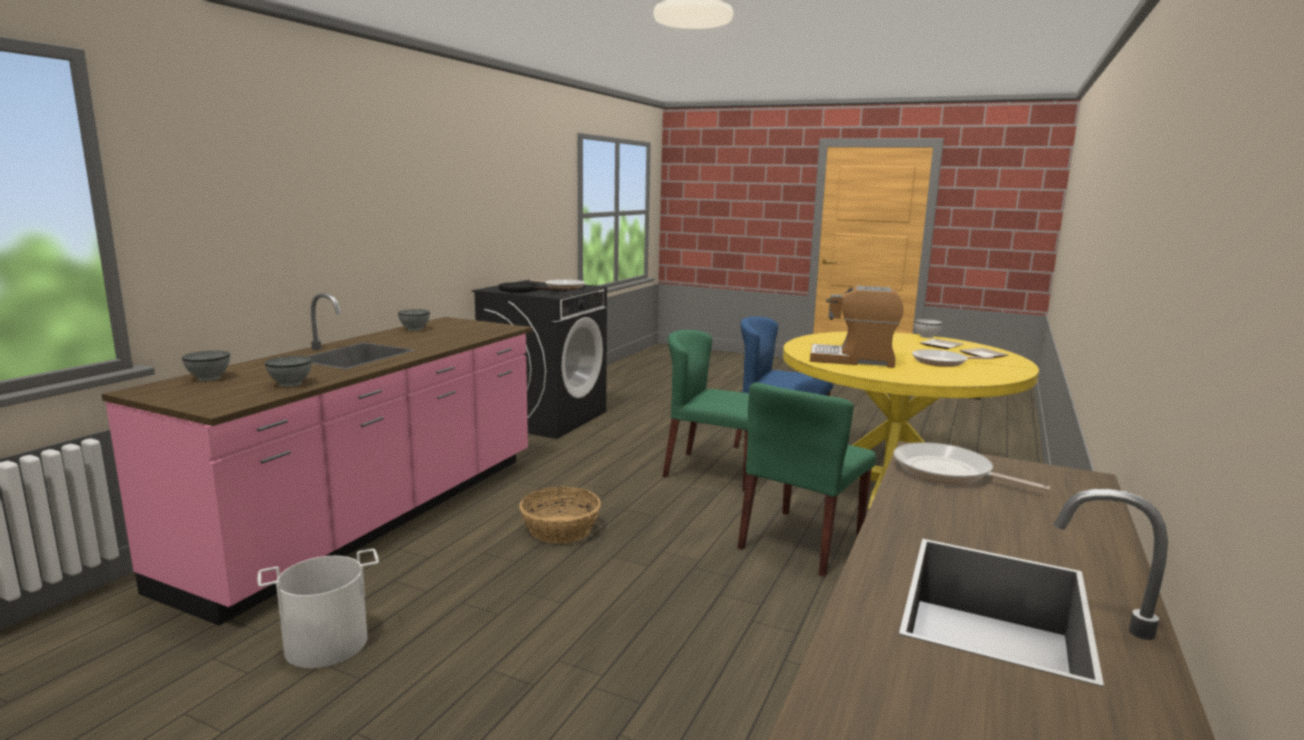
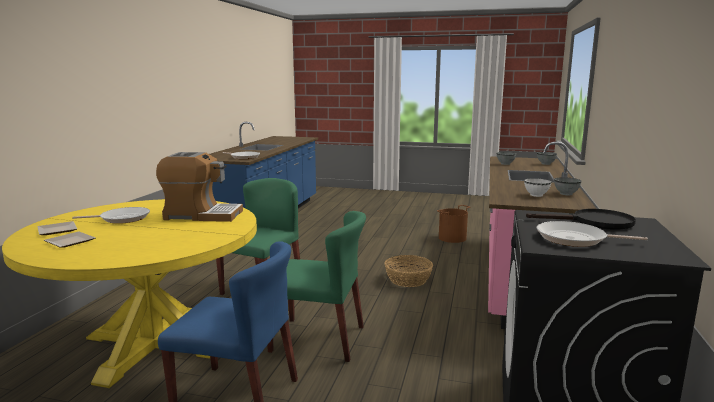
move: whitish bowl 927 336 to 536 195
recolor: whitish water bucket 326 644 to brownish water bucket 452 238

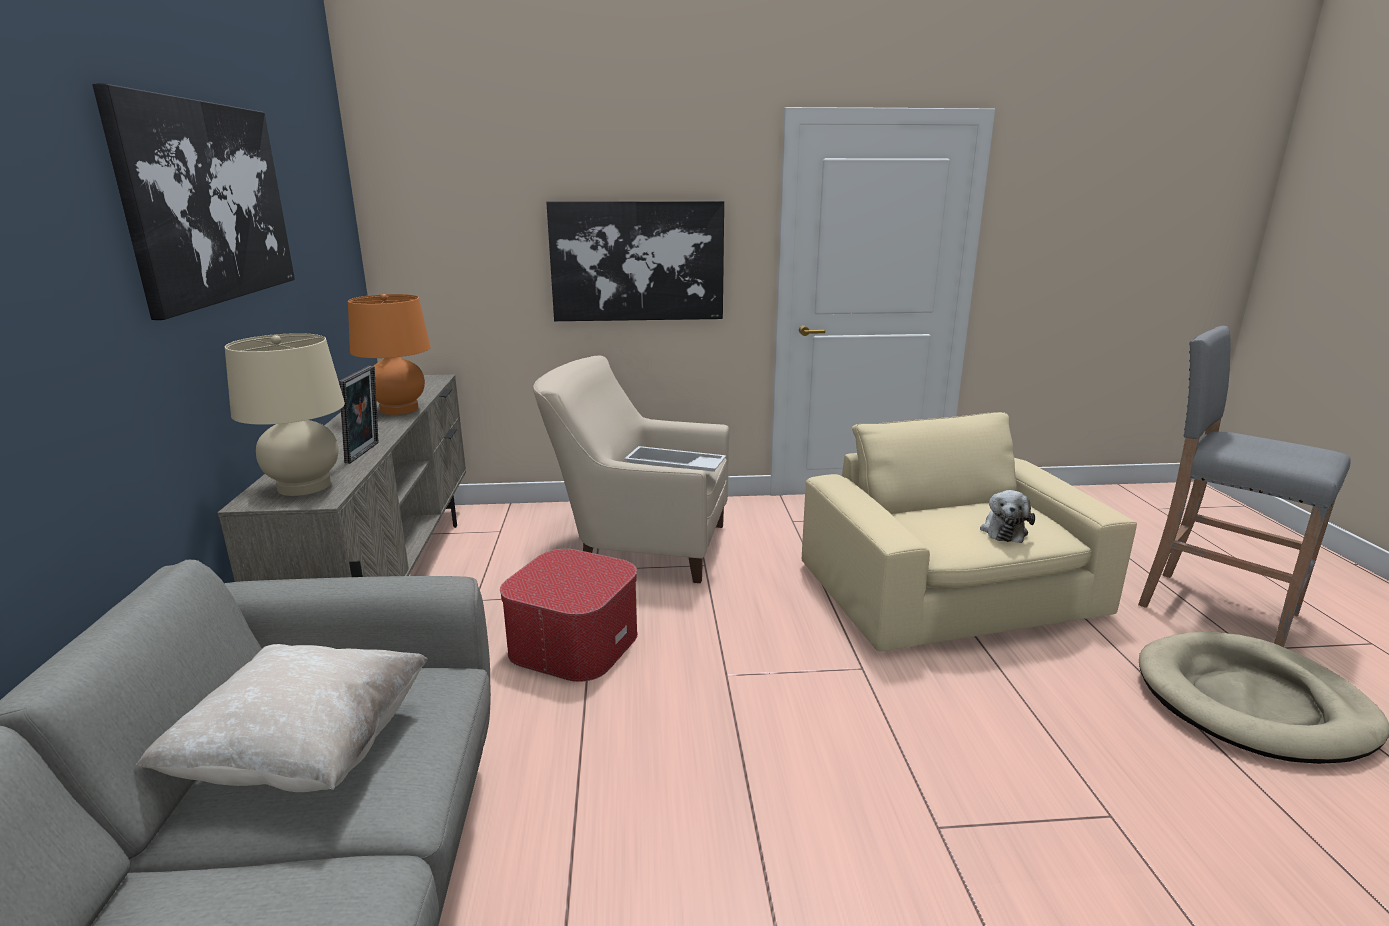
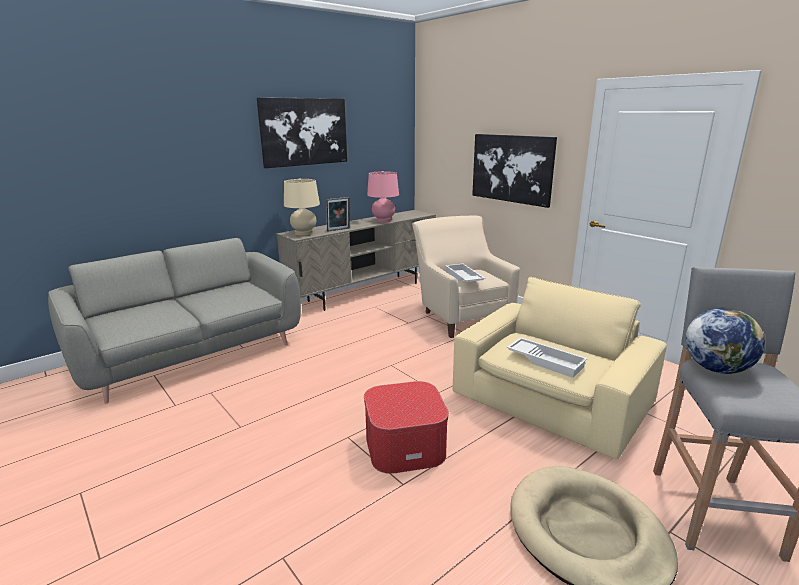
delete: beige throw pillow 306 753
insert: world globe 716 369
move: pouffe 574 642 to 405 445
replace: soft toy 1003 530 to whitish carrying tray 546 361
recolor: orangey table lamp 399 409 to pinkish table lamp 383 221

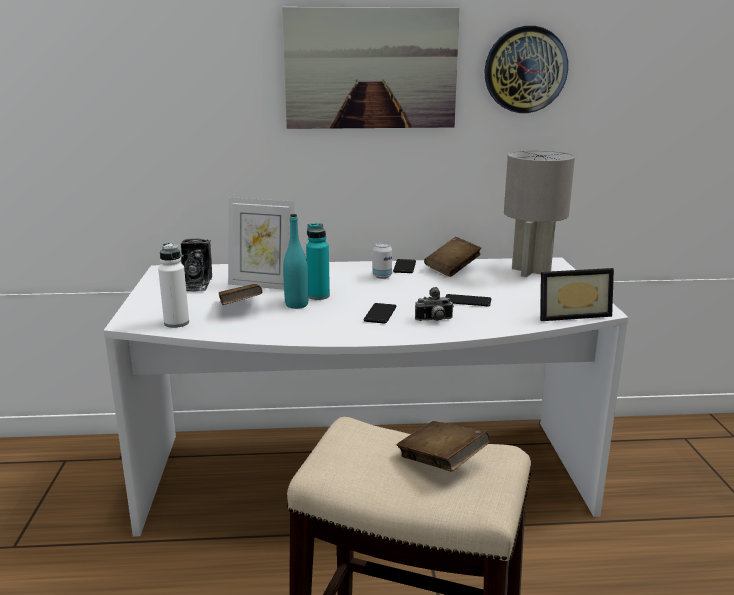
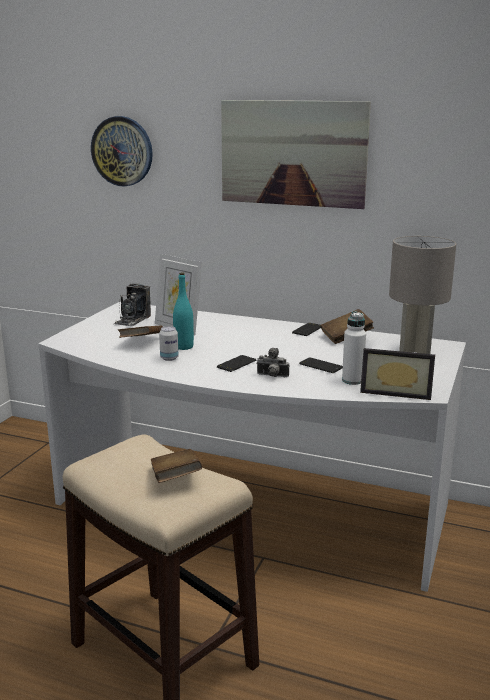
delete: turquoise bottle 318 296
move: whitish bottle 176 323 to 352 380; metal can 382 276 to 169 358; wall clock 525 70 to 122 151

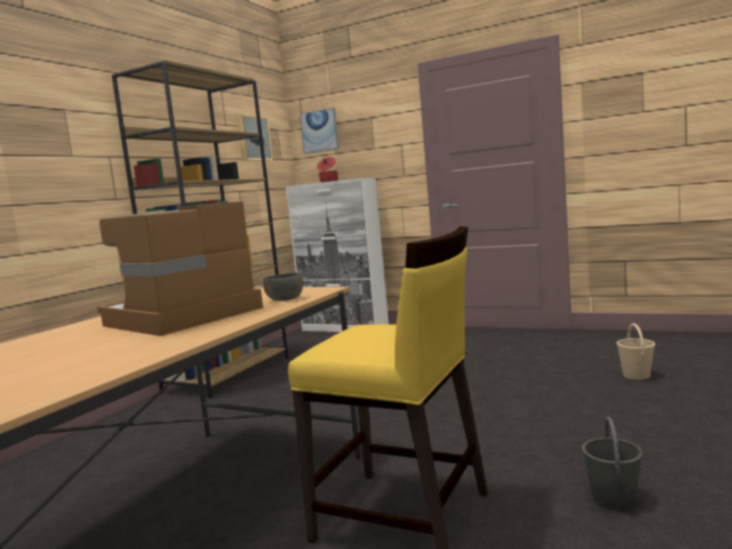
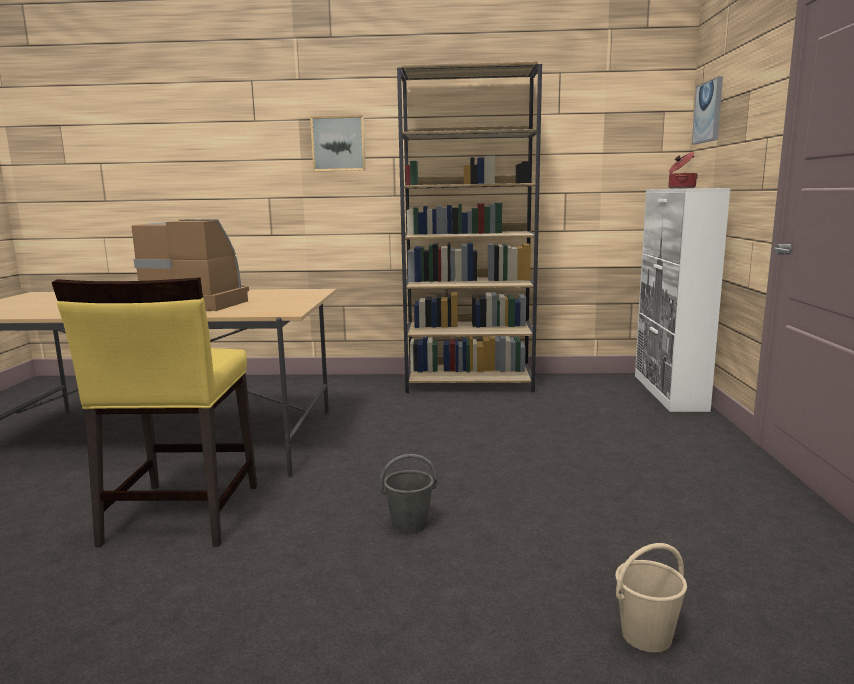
delete: grey bowl 284 299
move: picture 253 138 to 338 144; grey water bucket 613 499 to 410 524

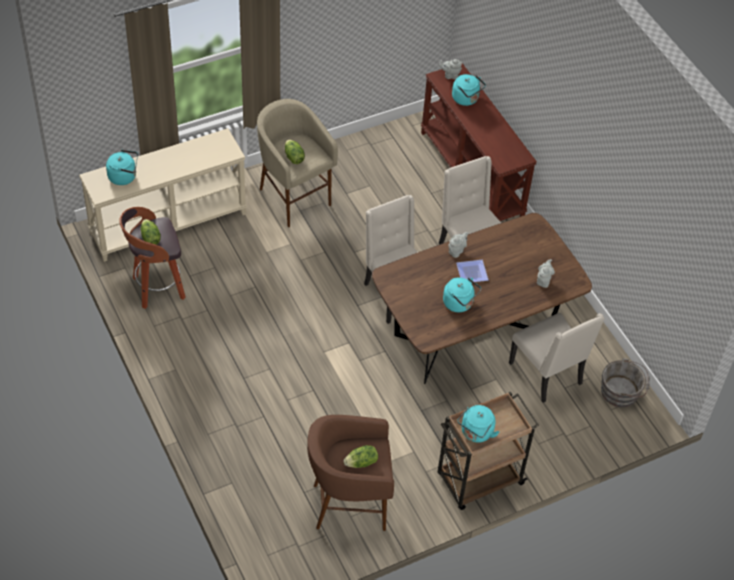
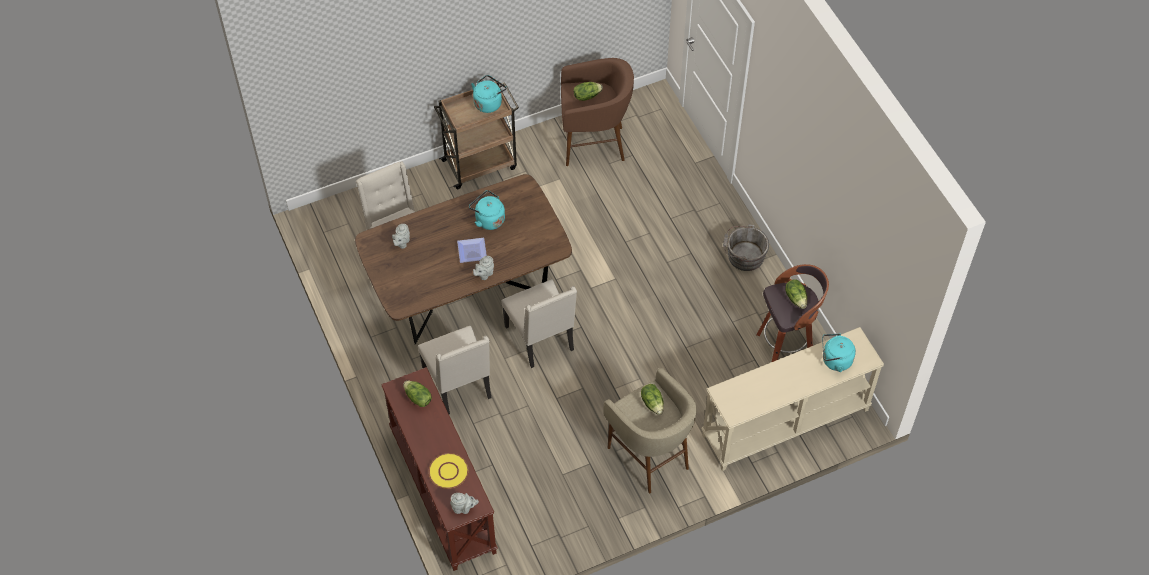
insert: lettuce head 417 398
move: grey water bucket 622 392 to 743 256
replace: turquoise tea kettle 466 99 to yellow plate 448 471

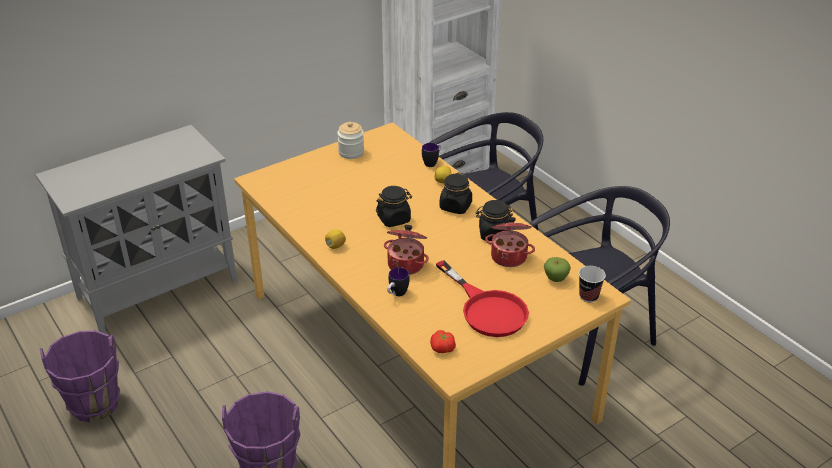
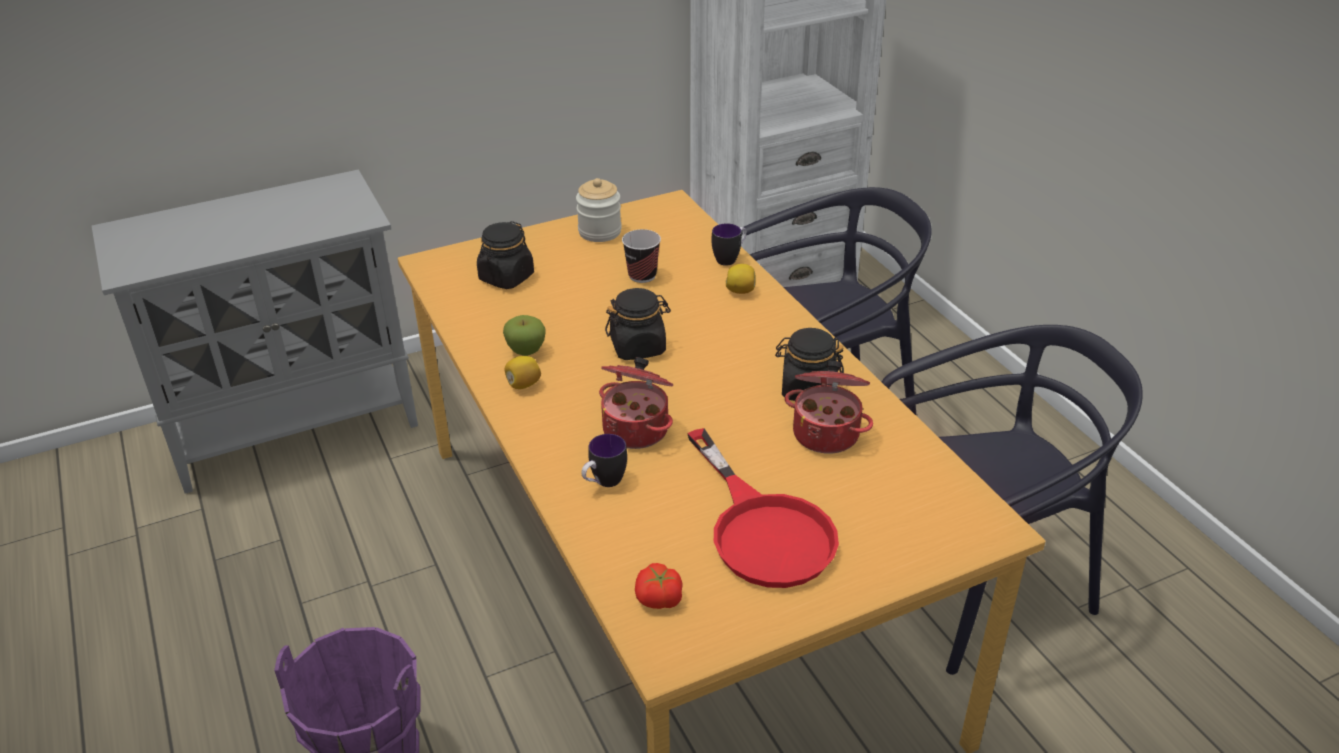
delete: purplish water bucket 94 404
move: blackish jar 455 206 to 506 277; apple fruit 555 278 to 526 351; drinking cup 588 296 to 642 275

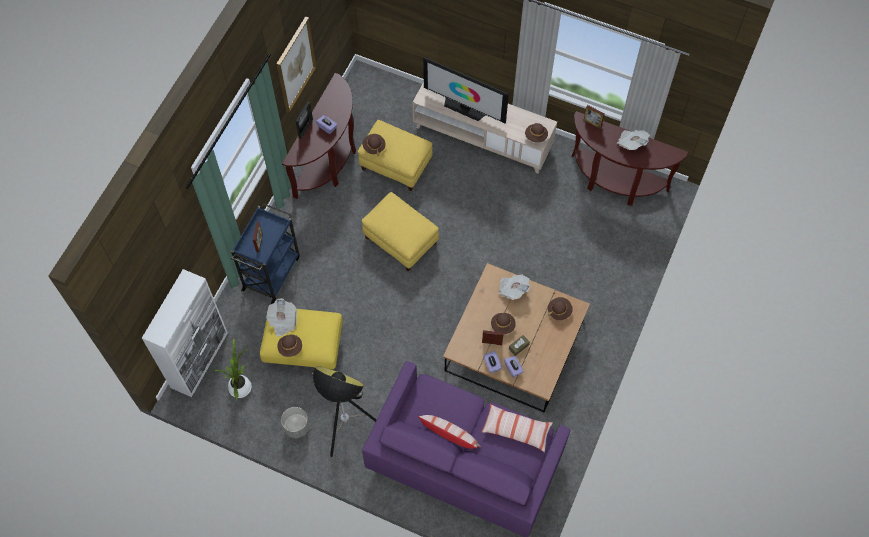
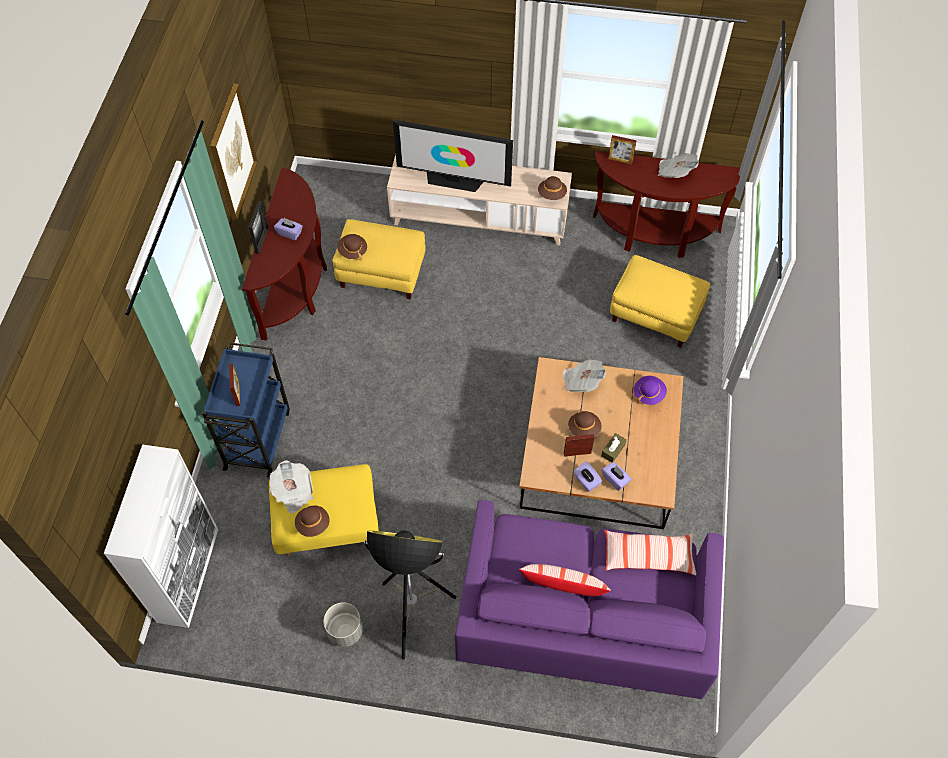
delete: houseplant 241 386
move: yellow pouffe 401 240 to 656 313
recolor: brownish clothing hat 559 311 to purplish clothing hat 649 394

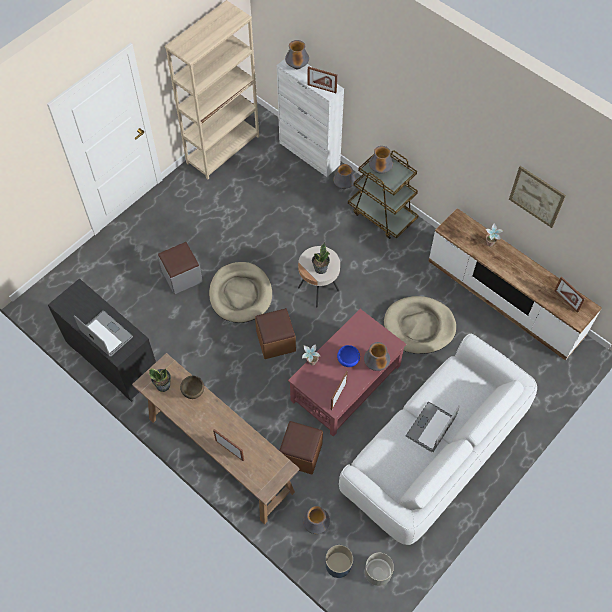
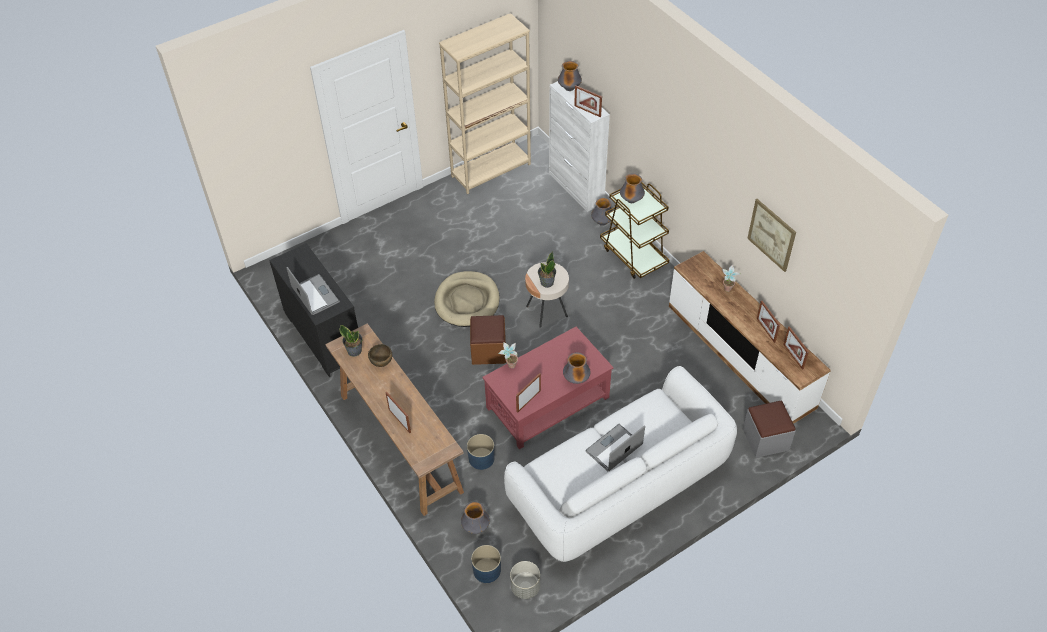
delete: bluish bowl 348 361; beige dog cushion 419 326
insert: picture frame 765 330
move: grey pouffe 182 276 to 765 439
replace: brownish pouffe 301 454 to bluish plant pot 481 458

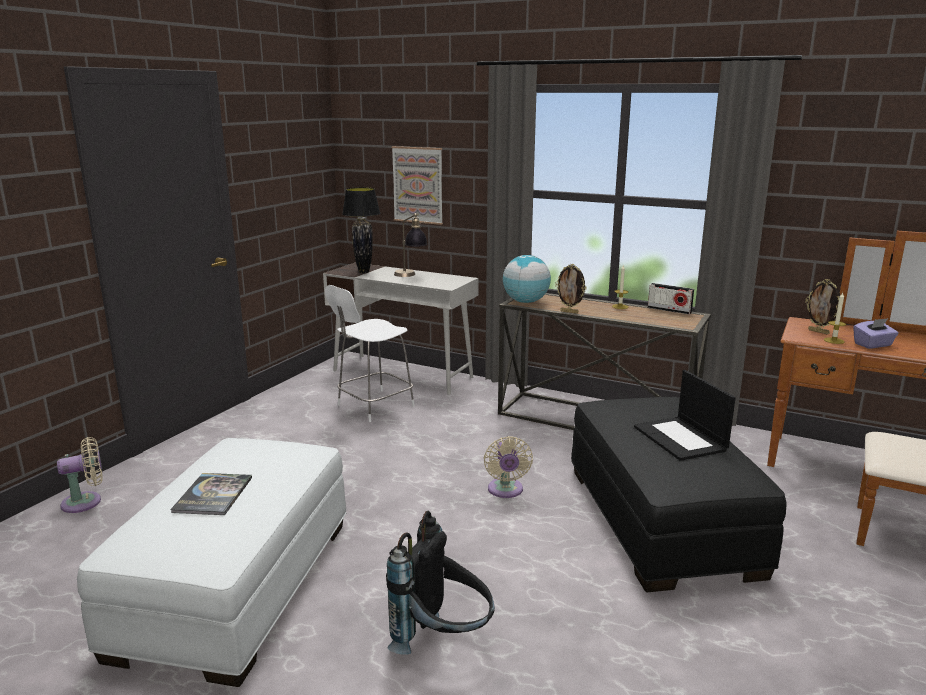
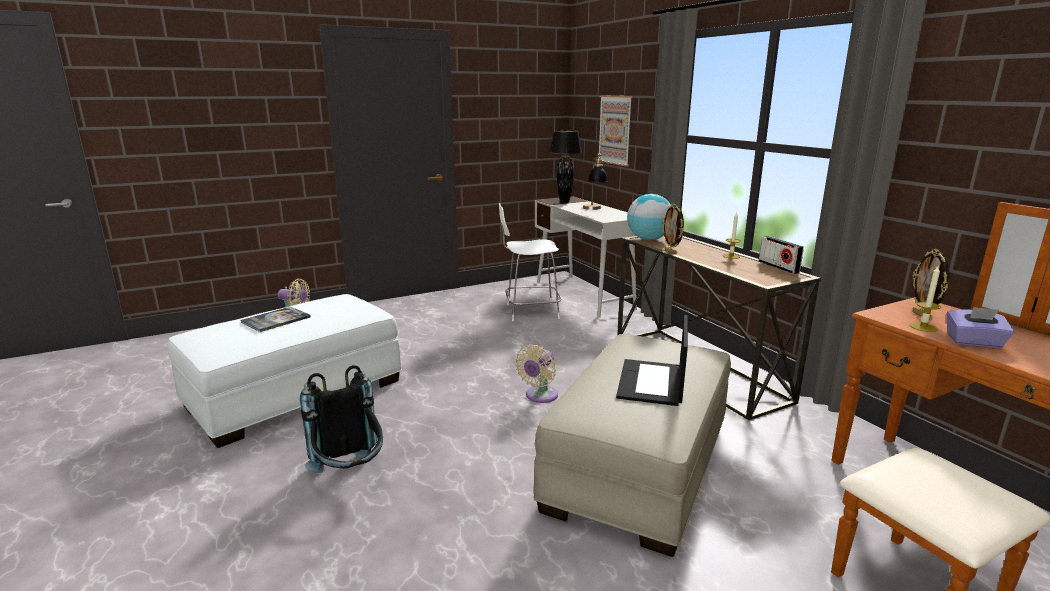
recolor: blackish pouffe 660 519 to beige pouffe 639 464

